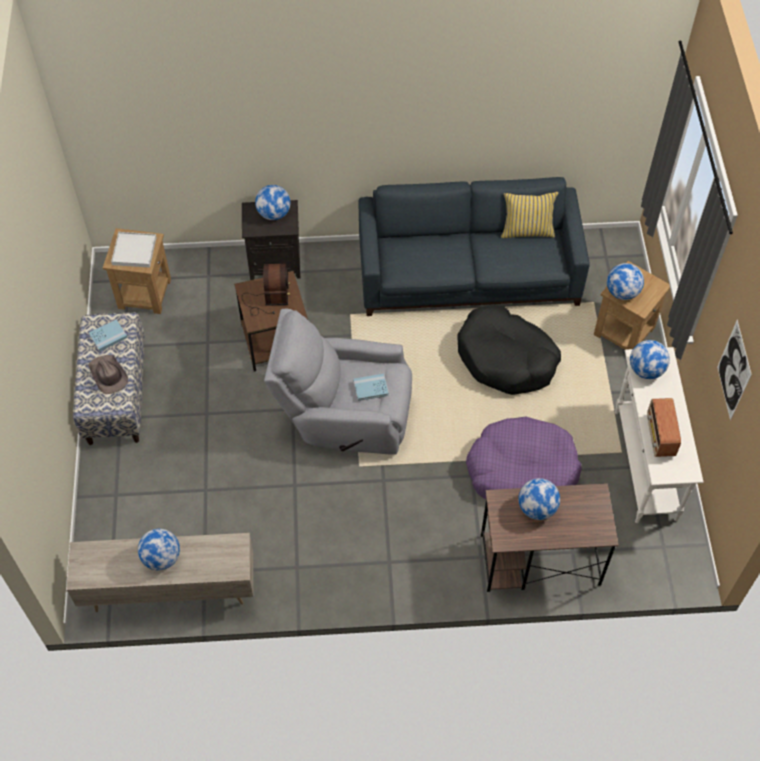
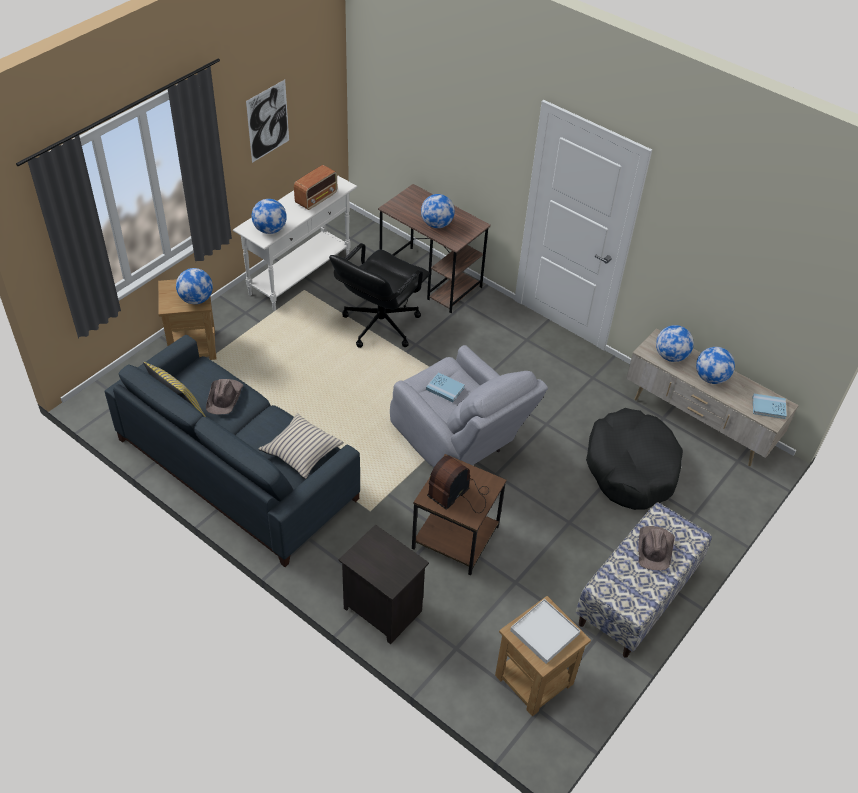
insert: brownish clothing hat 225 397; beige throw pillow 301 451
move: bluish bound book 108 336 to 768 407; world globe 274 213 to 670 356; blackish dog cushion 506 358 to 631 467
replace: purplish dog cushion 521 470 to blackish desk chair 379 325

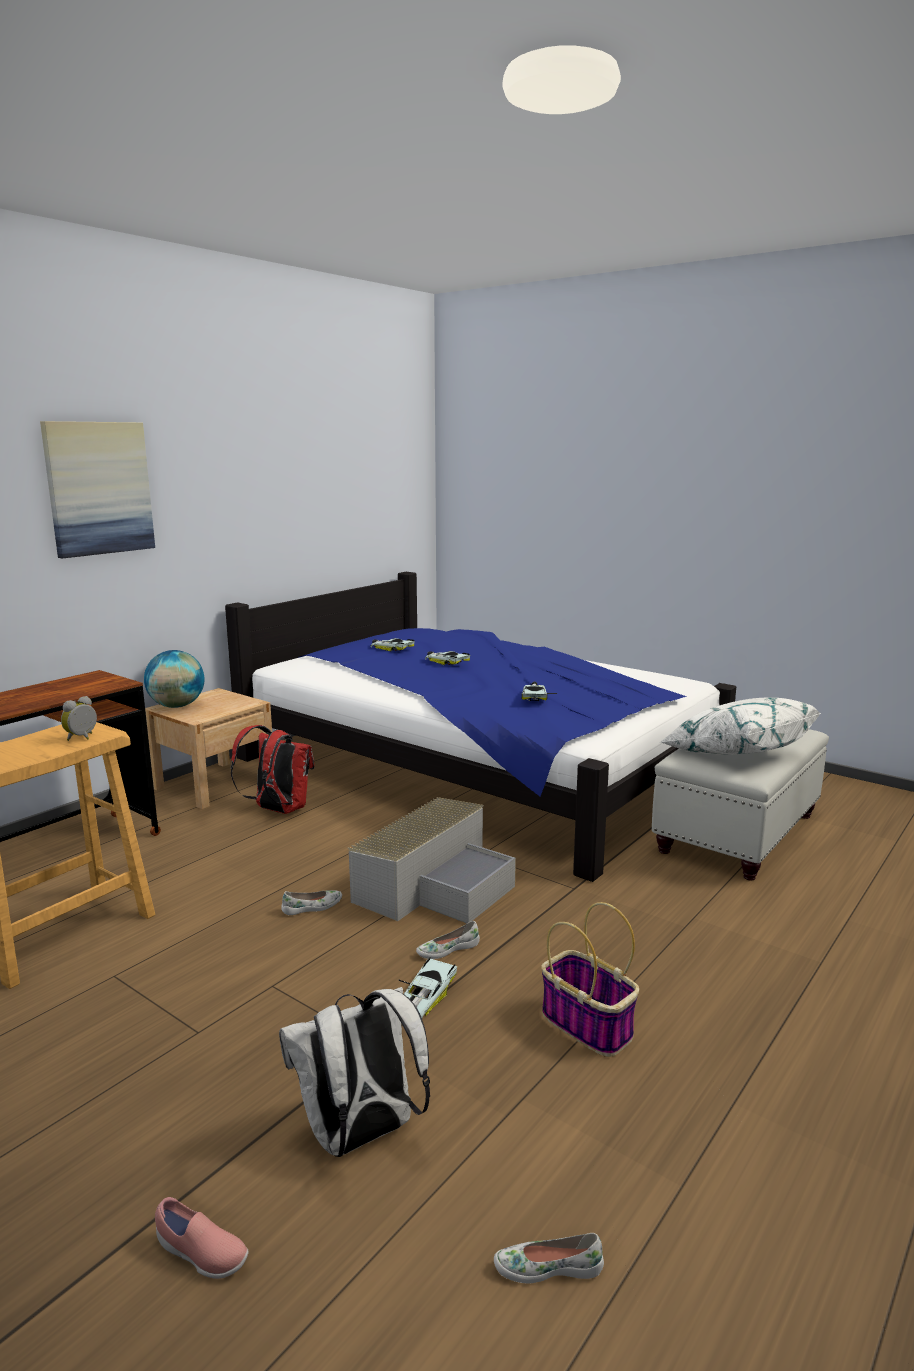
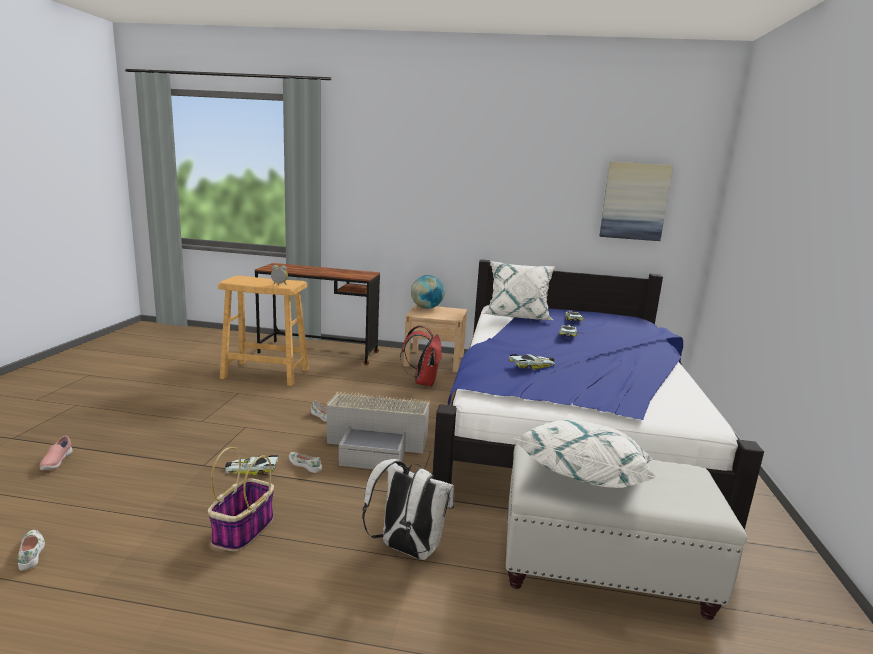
insert: whitish throw pillow 517 316
move: picture 99 488 to 634 201; whitish backpack 360 1136 to 407 549

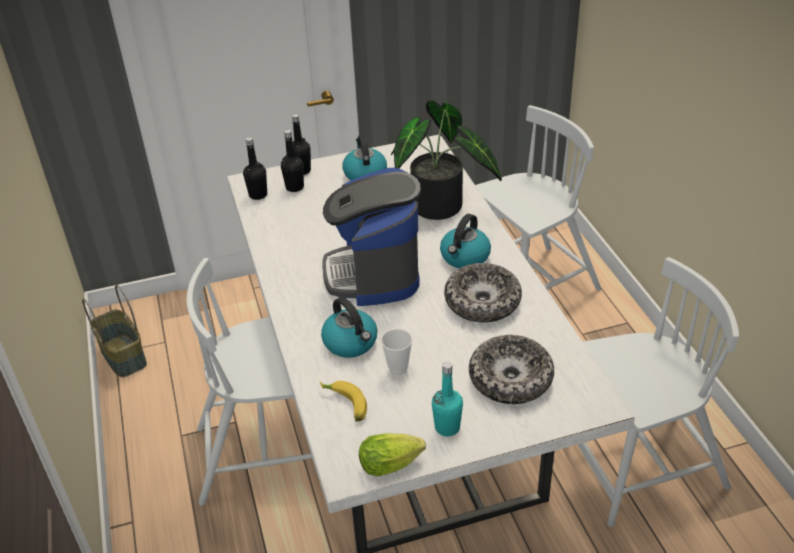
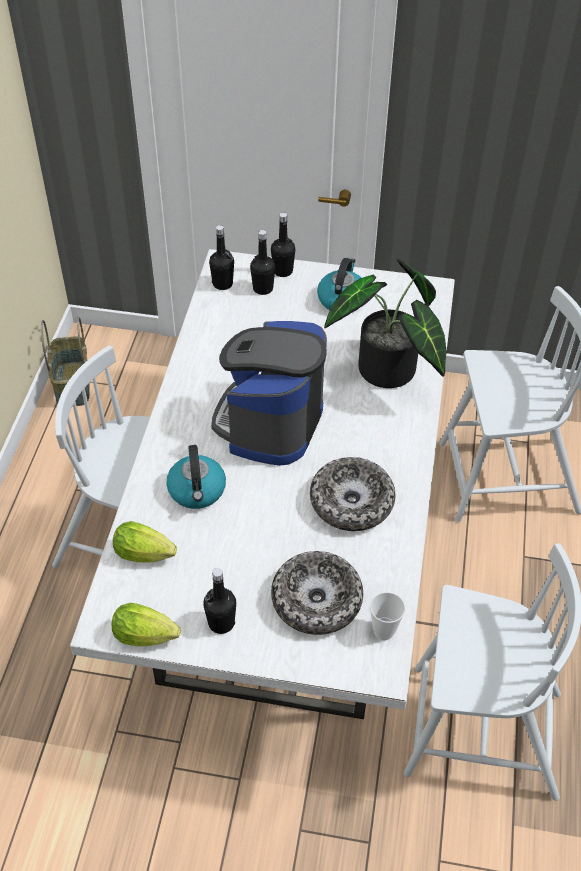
delete: tea kettle 465 257
move: drinking cup 398 369 to 384 631
replace: whole banana 344 405 to lettuce head 147 554
recolor: turquoise bottle 447 427 to blackish bottle 221 623

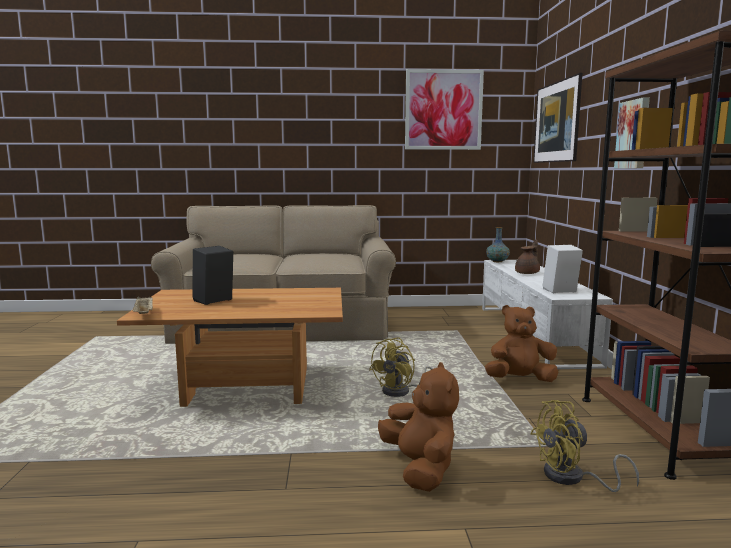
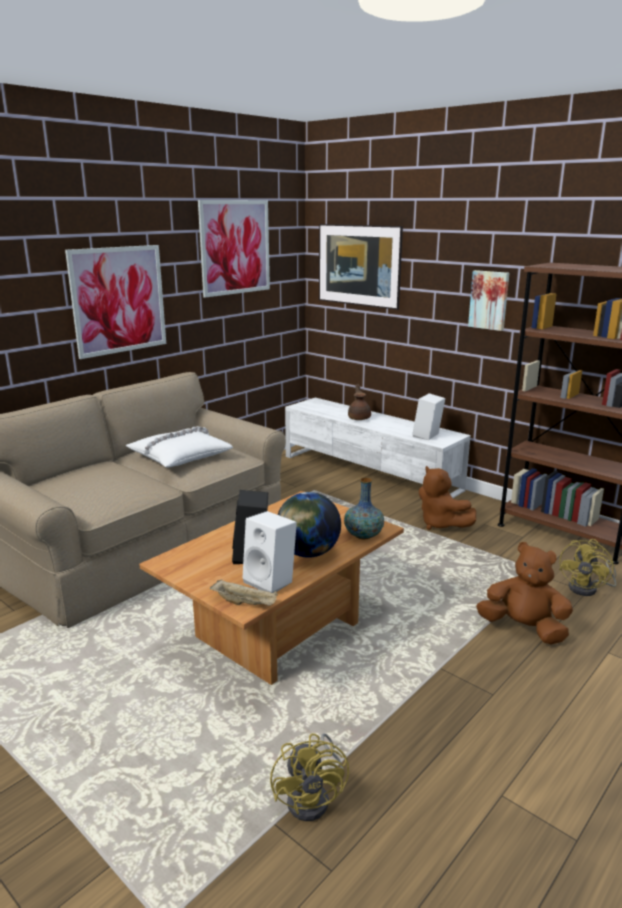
insert: picture 118 300; whitish throw pillow 179 456; whitish audio speaker 271 581; world globe 308 553
move: yellow fan 402 392 to 314 798; decorative vase 497 261 to 363 535
rotate: brownish soft toy 520 380 = 441 524 75 degrees counterclockwise

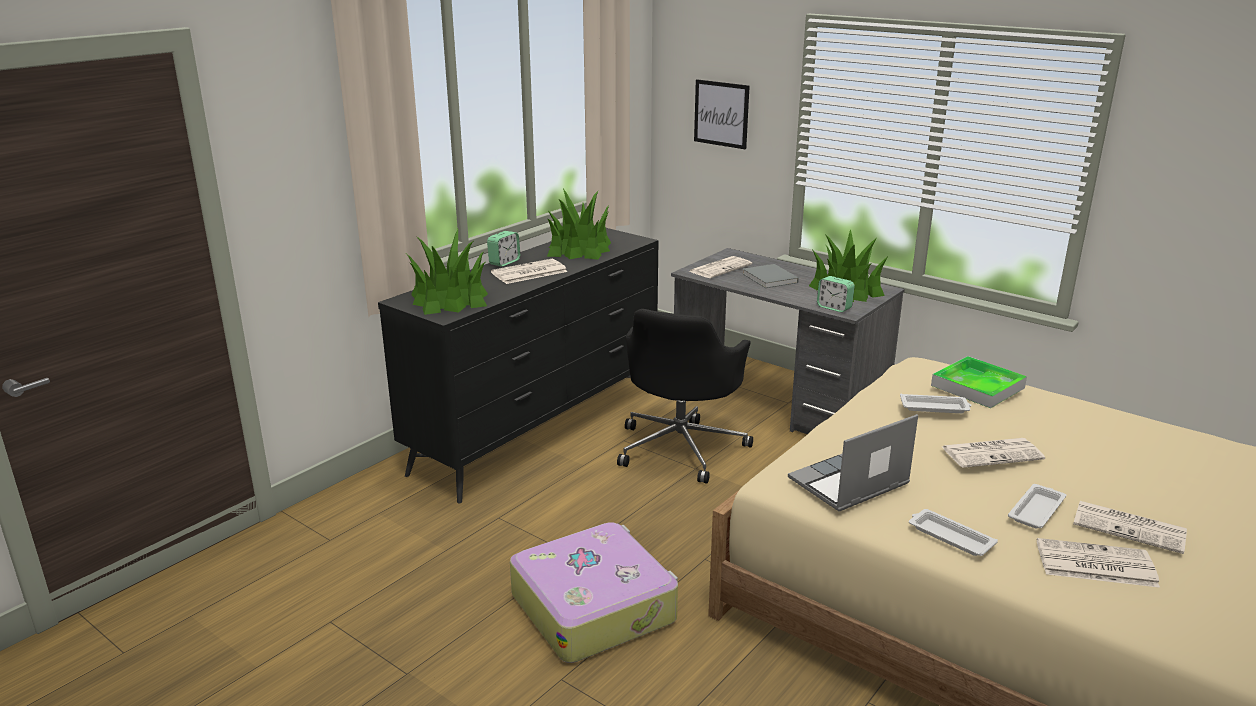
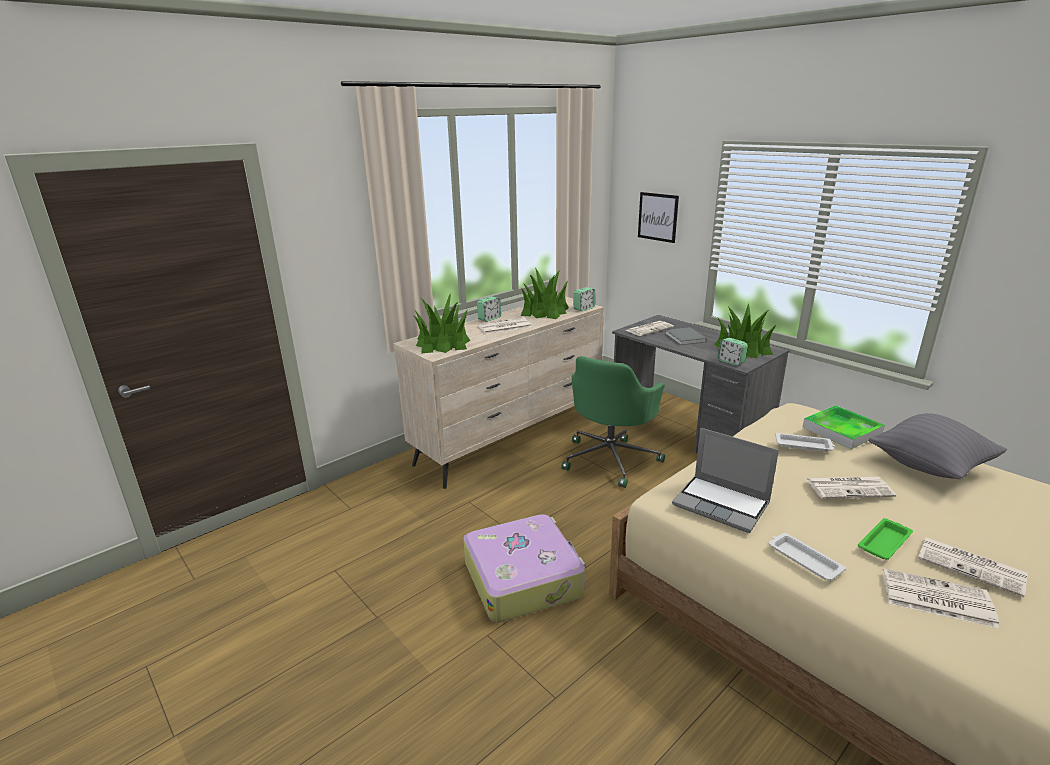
insert: alarm clock 584 308; grey throw pillow 929 466
recolor: blackish dresser 539 430 to beige dresser 511 439; blackish desk chair 681 447 to greenish desk chair 611 458; whitish carrying tray 1036 510 to greenish carrying tray 885 542
rotate: portable computer 848 483 = 722 504 120 degrees counterclockwise

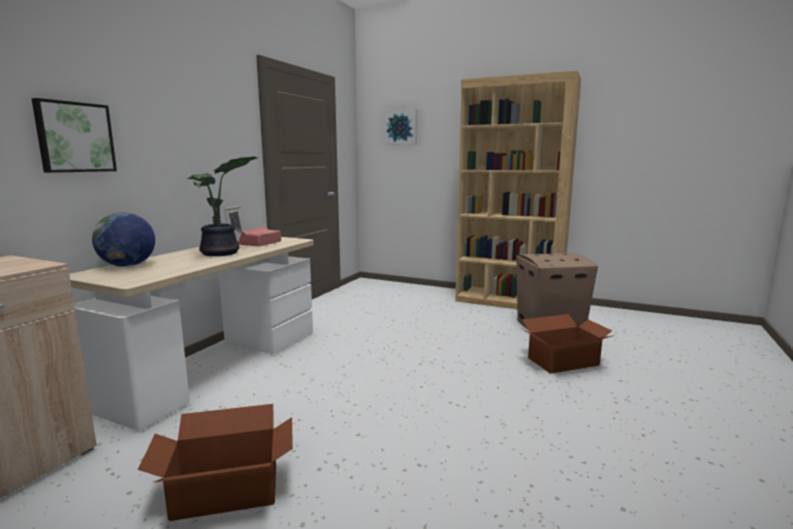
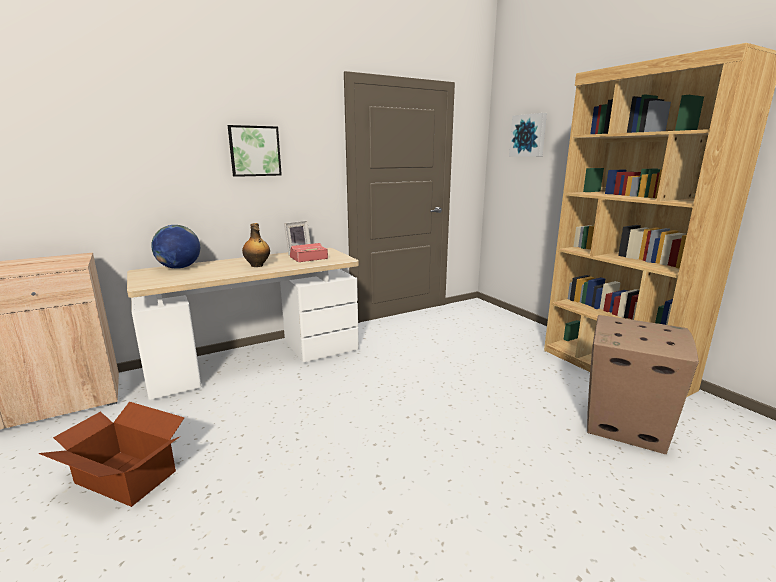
delete: cardboard box 562 361
move: picture 74 137 to 254 151
replace: houseplant 221 253 to bottle 257 265

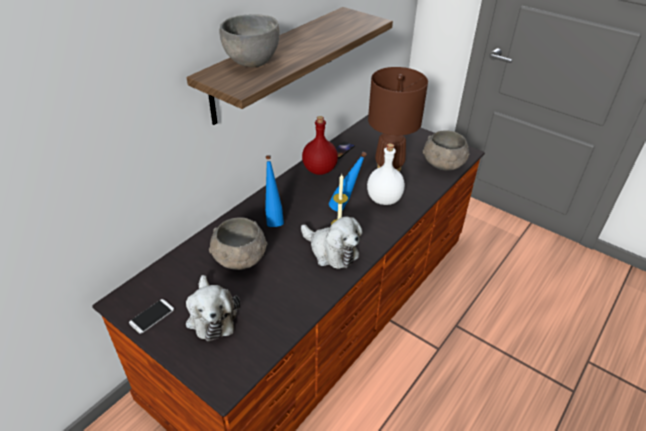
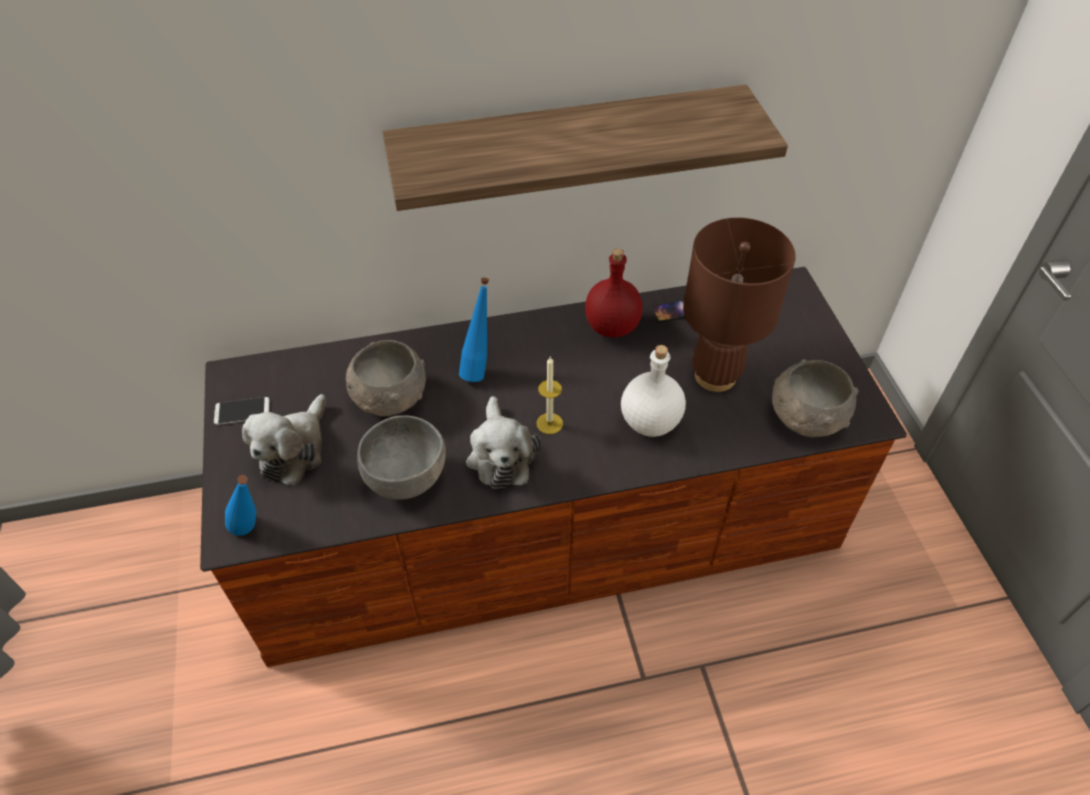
move: grey bowl 252 62 to 407 479; bluish bottle 345 208 to 254 532

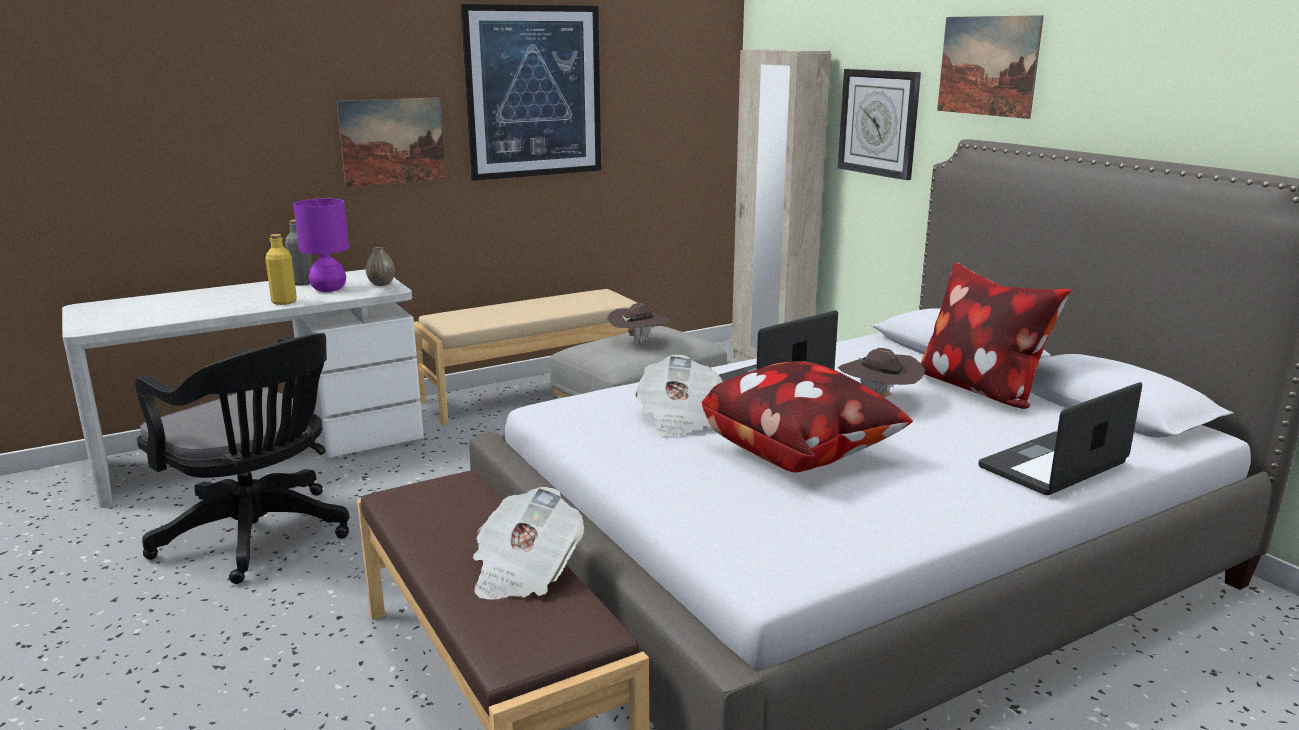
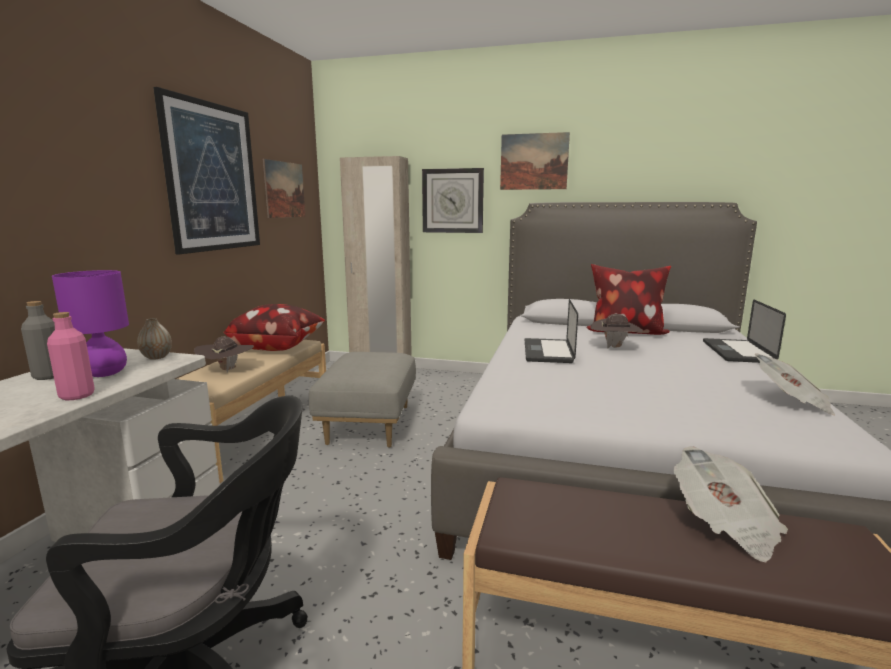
move: picture 392 141 to 285 189; brownish clothing hat 639 343 to 227 370; daily paper 678 419 to 792 402; throw pillow 799 454 to 277 347
recolor: yellow bottle 284 302 to pinkish bottle 77 395

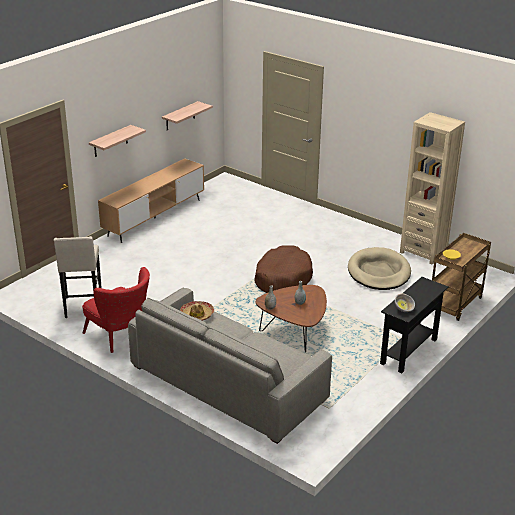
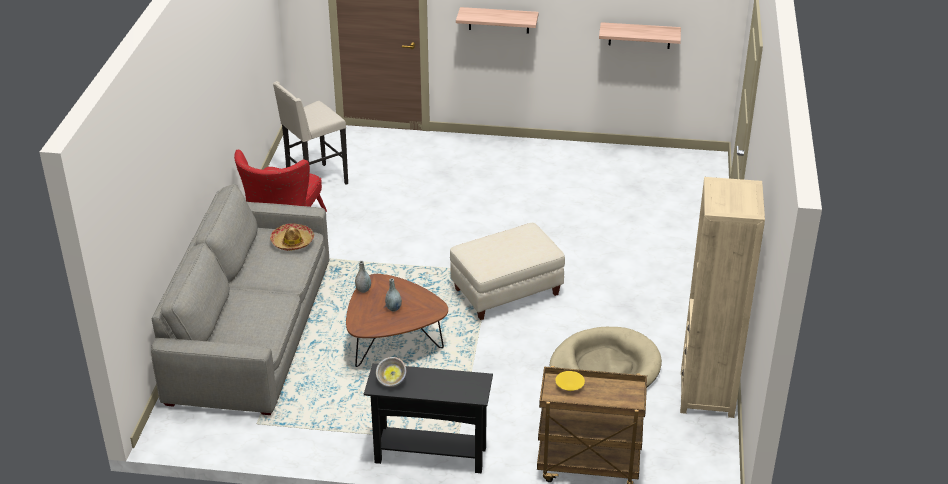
delete: brownish tv unit 155 218
replace: brownish dog cushion 282 278 to beige pouffe 506 292

